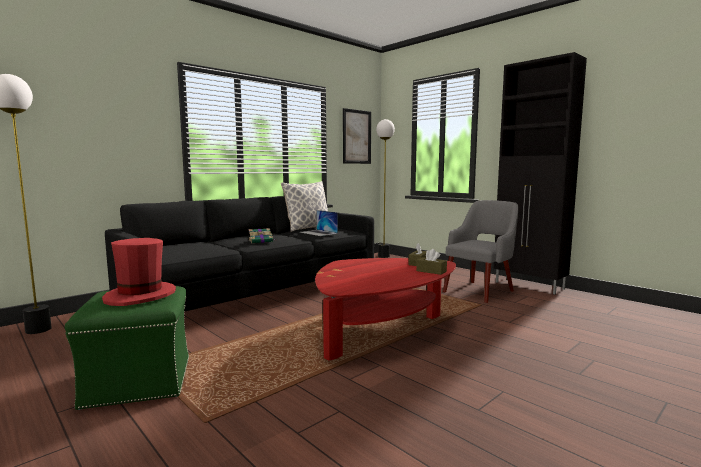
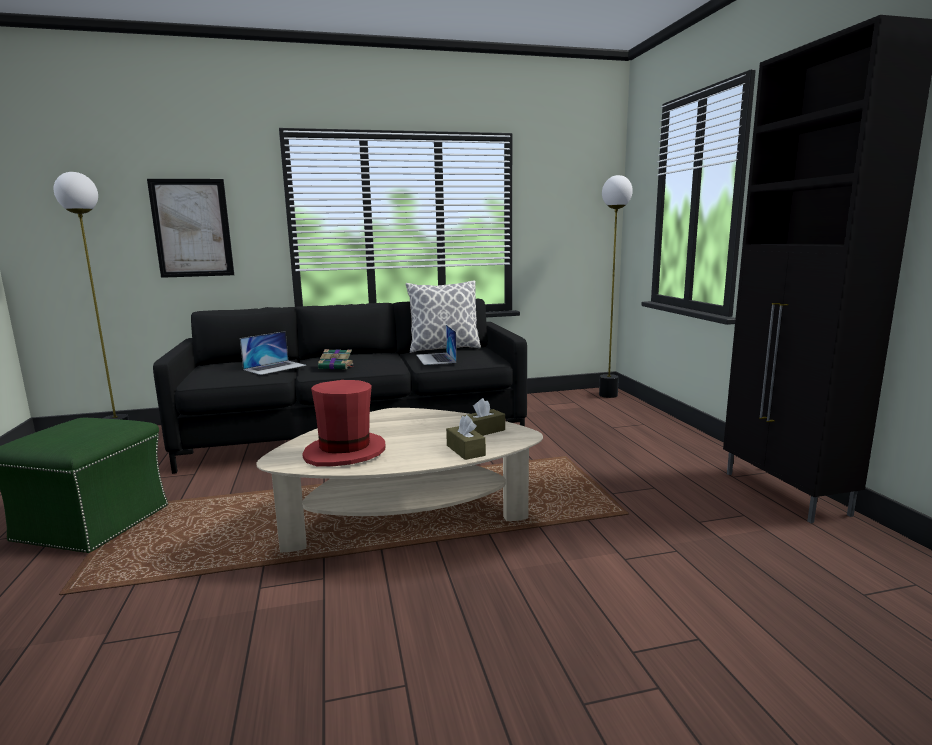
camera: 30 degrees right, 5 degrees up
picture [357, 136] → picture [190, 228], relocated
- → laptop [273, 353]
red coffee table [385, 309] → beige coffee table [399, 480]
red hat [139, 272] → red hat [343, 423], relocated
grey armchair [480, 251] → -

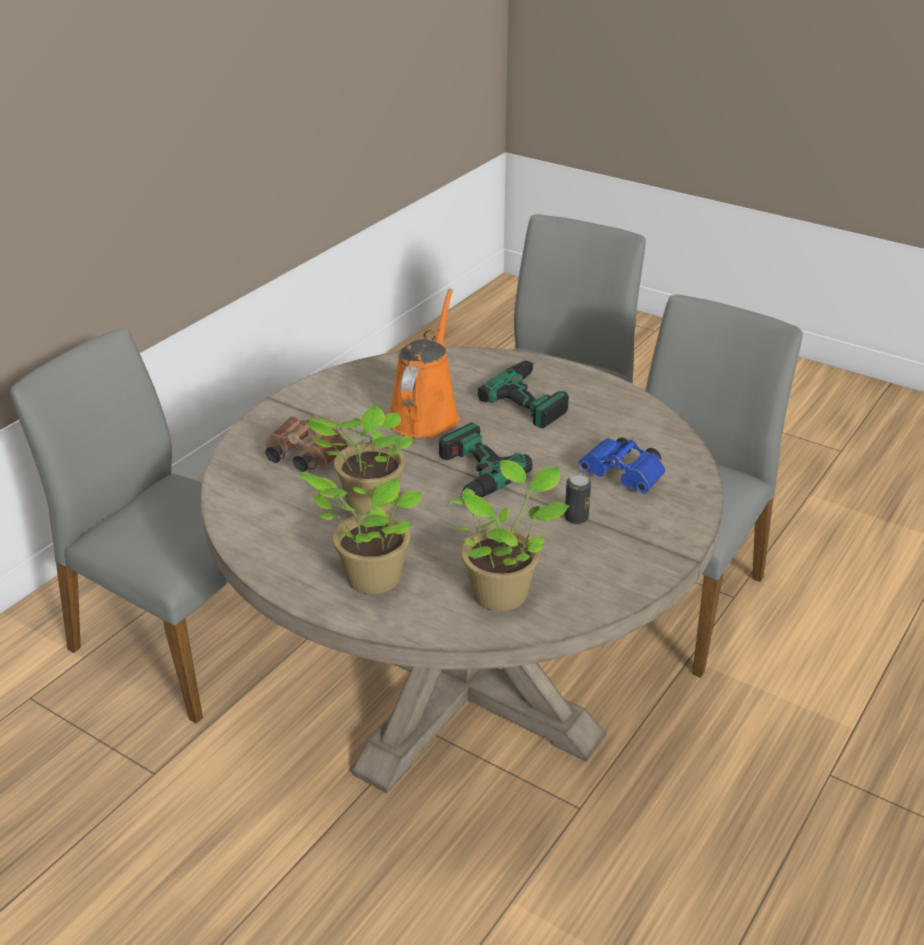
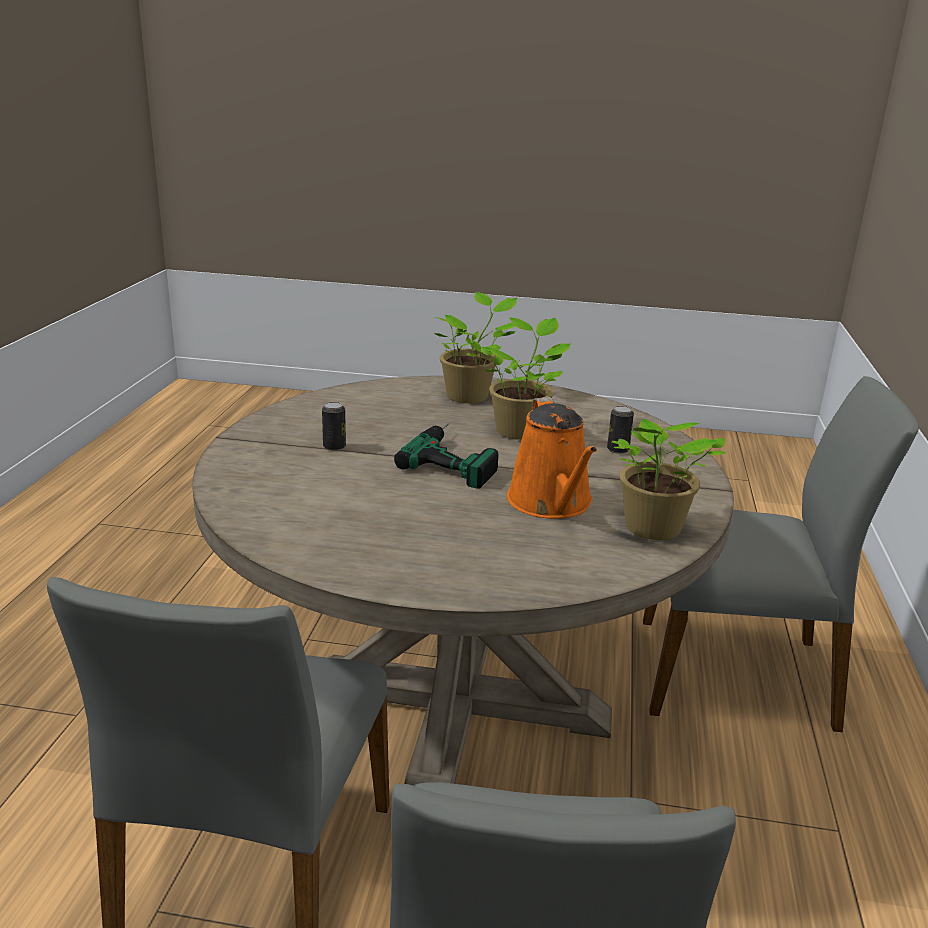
camera: 155 degrees right, 10 degrees down
brown binoculars [306, 443] → can [620, 430]
potted plant [509, 535] → potted plant [669, 479], relocated
power drill [523, 392] → -
blue binoculars [621, 465] → -

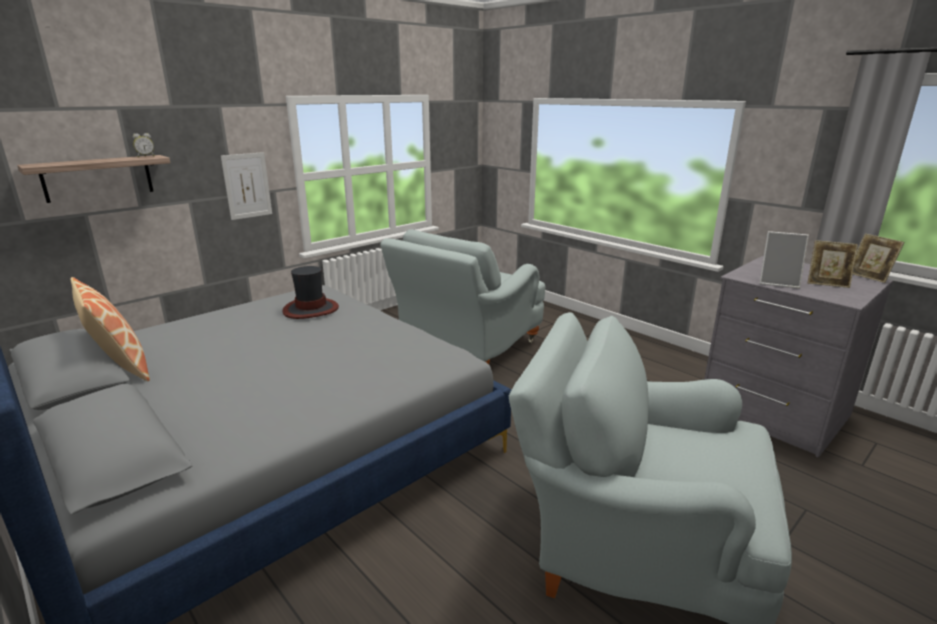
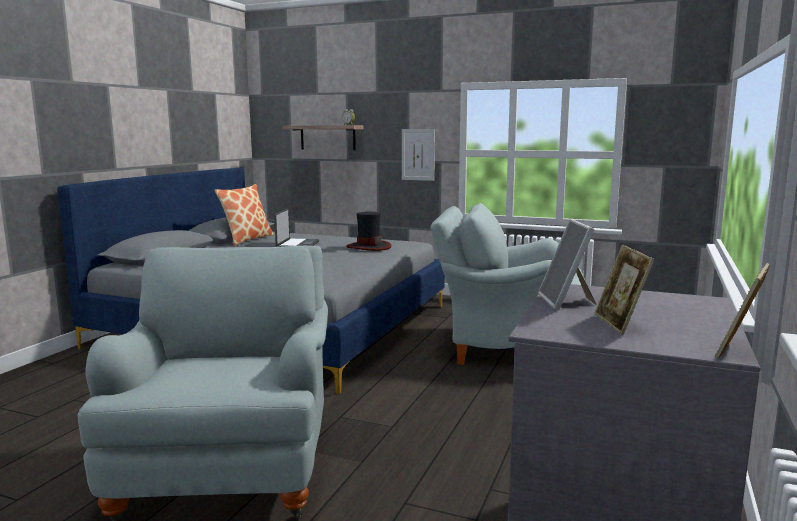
camera: 65 degrees right, 10 degrees down
- → laptop [296, 228]

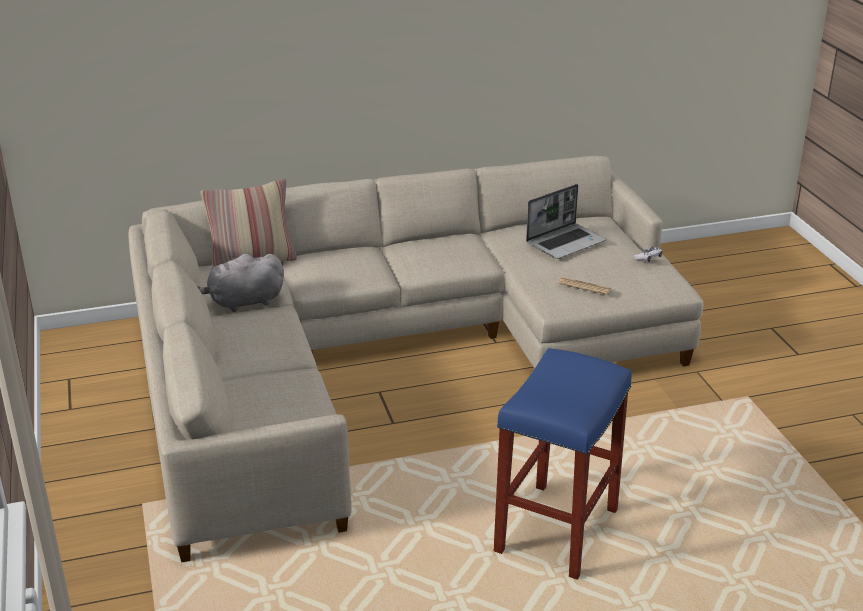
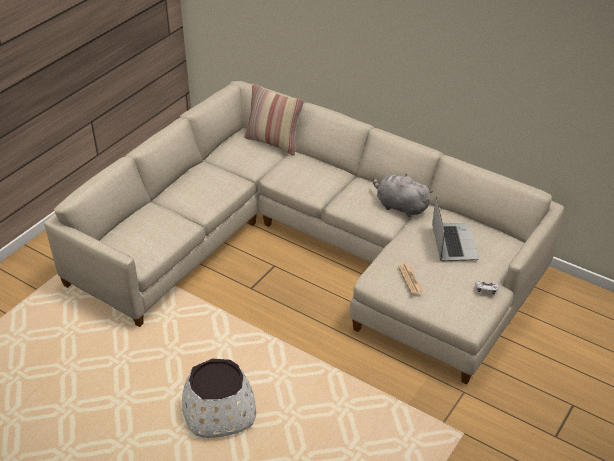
camera: 50 degrees right, 10 degrees up
blue stool [563, 464] → white planter [219, 398]
grey plush toy [240, 283] → grey plush toy [403, 195], relocated
laptop [566, 221] → laptop [455, 229], 105 degrees counterclockwise

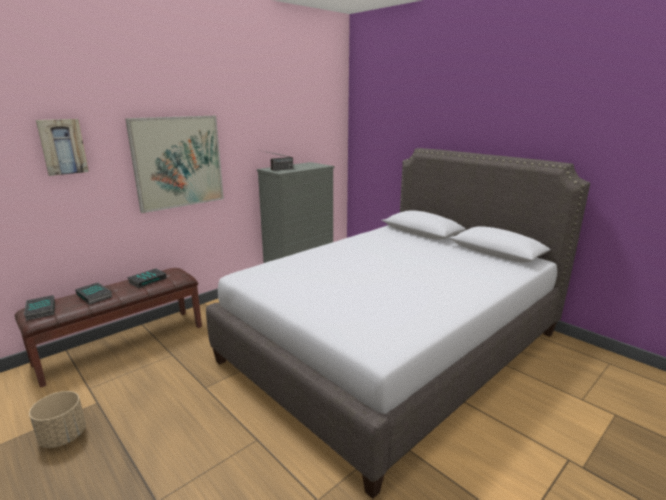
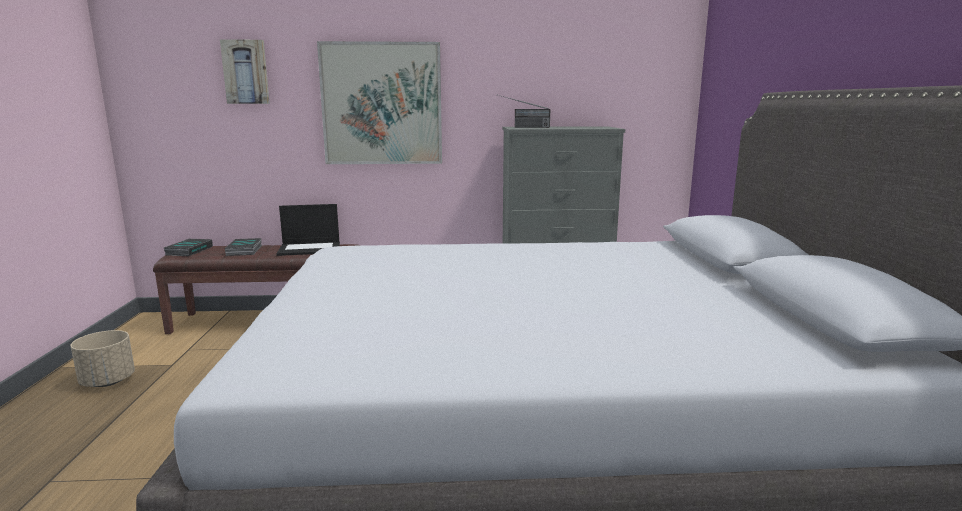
camera: 40 degrees right, 5 degrees down
book [147, 278] → laptop [308, 230]

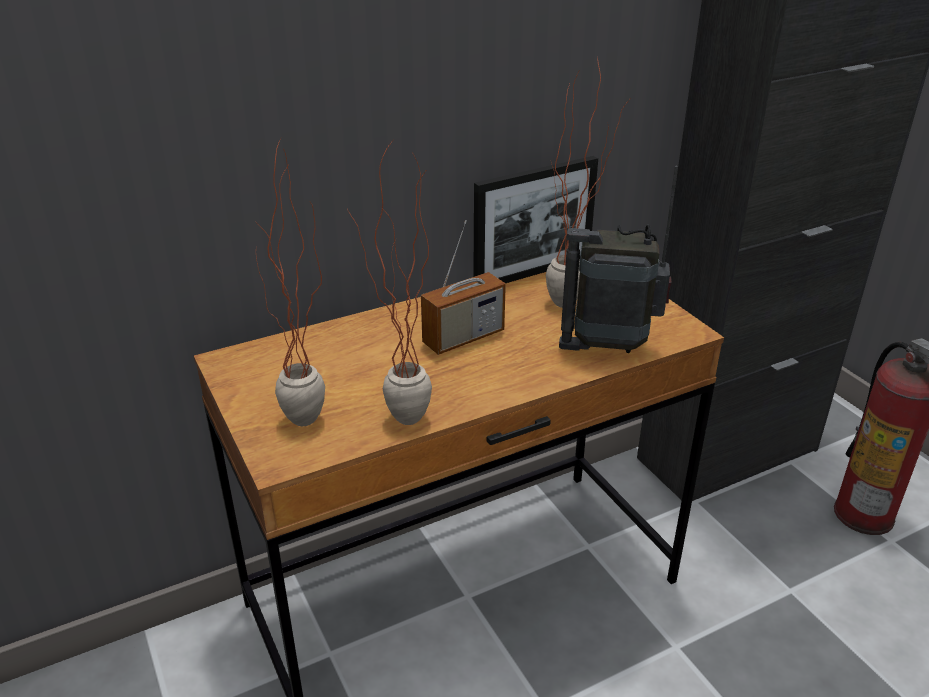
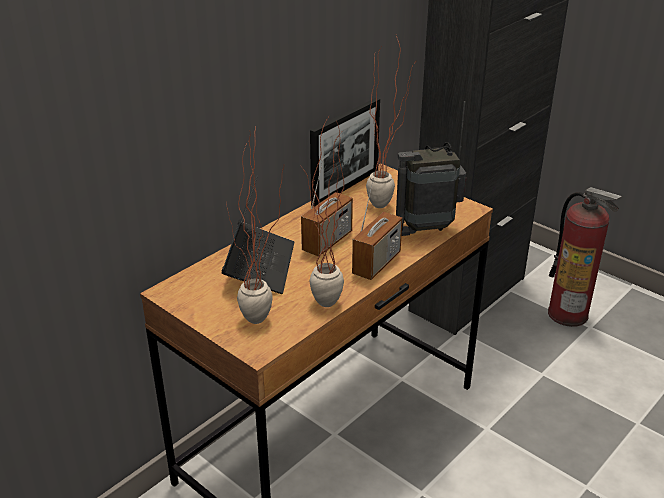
camera: 20 degrees left, 0 degrees up
- → laptop [258, 234]
- → radio [377, 229]

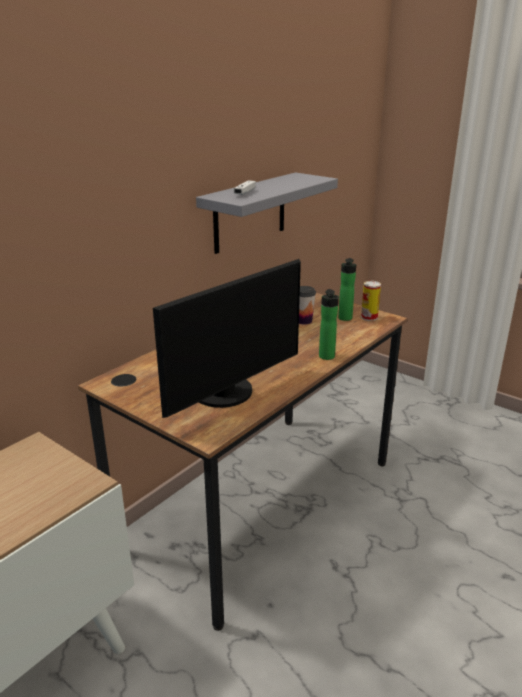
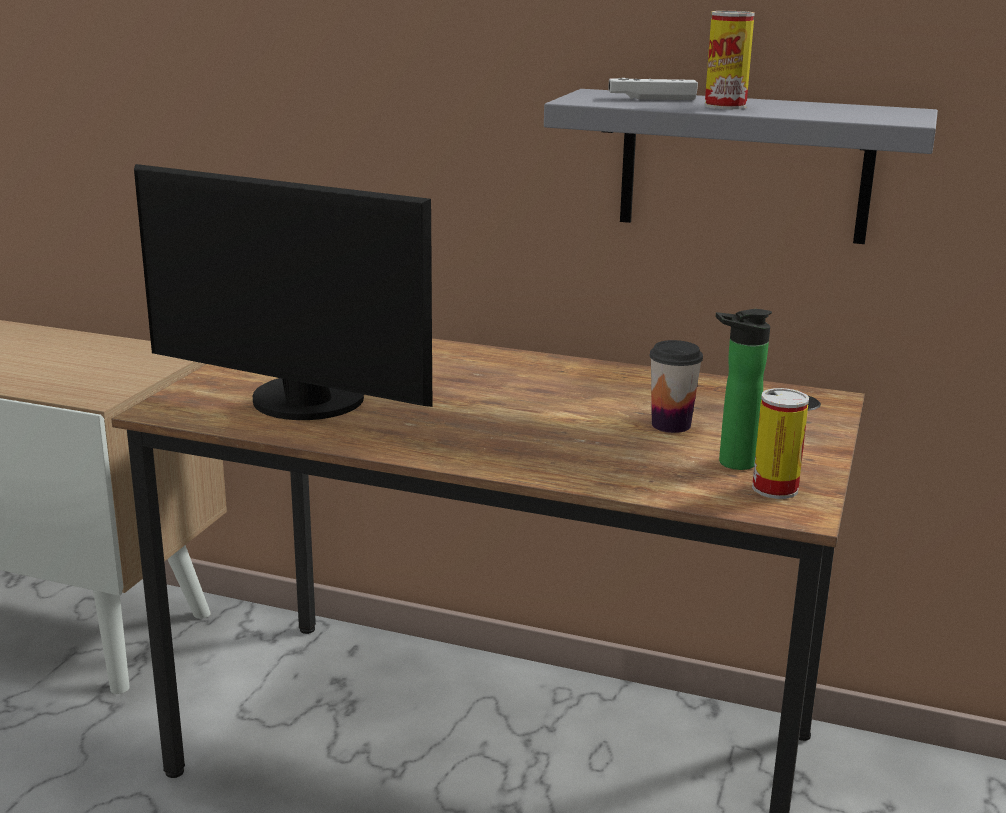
camera: 70 degrees right, 5 degrees down
- → can [730, 60]
bottle [329, 324] → -

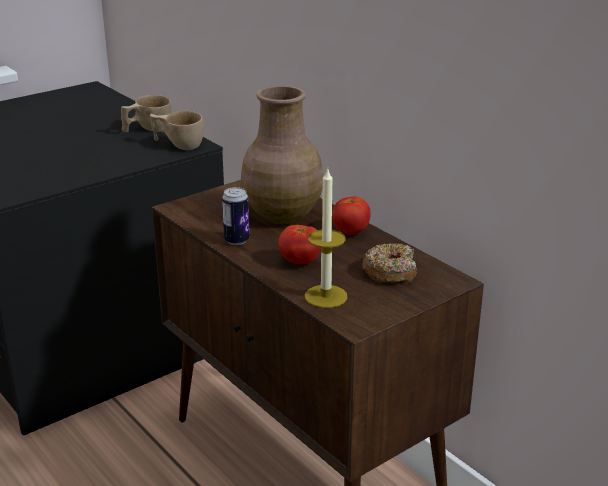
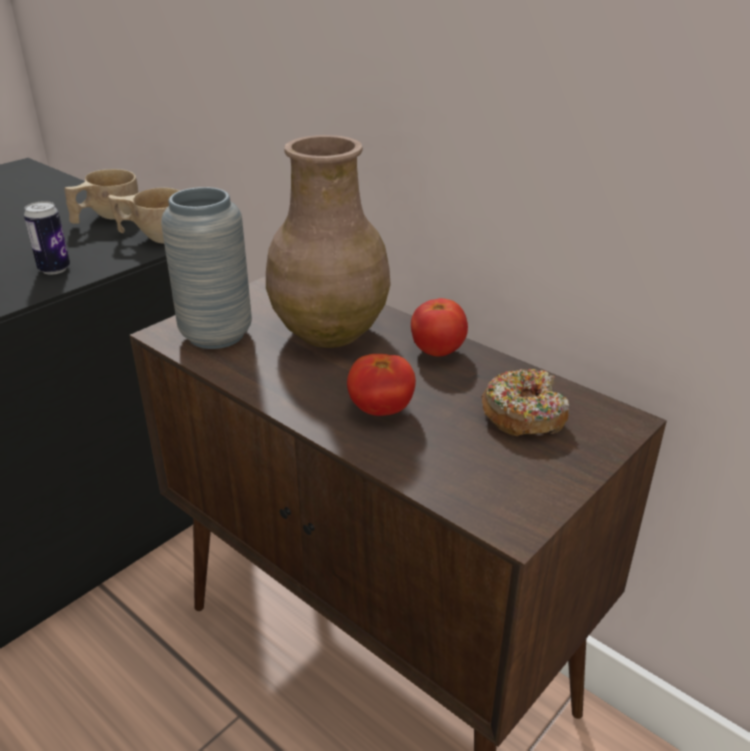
camera: 10 degrees left, 5 degrees up
can [236, 216] → can [47, 237], relocated
- → grey vase [206, 268]
candle [326, 238] → -

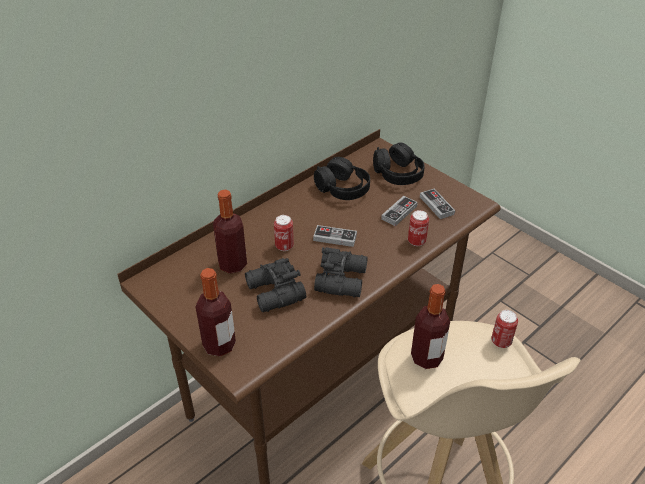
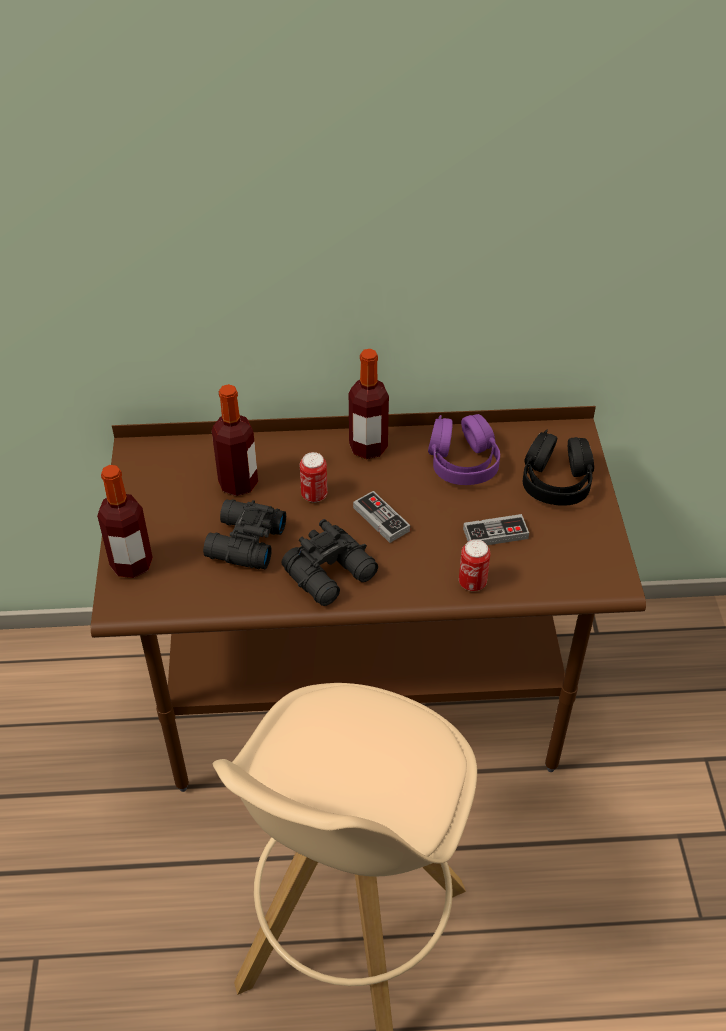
camera: 40 degrees right, 5 degrees up
bottle [430, 326] → bottle [369, 404], relocated
black headphones [342, 178] → purple headphones [464, 449]
game controller [437, 204] → -
can [504, 329] → -

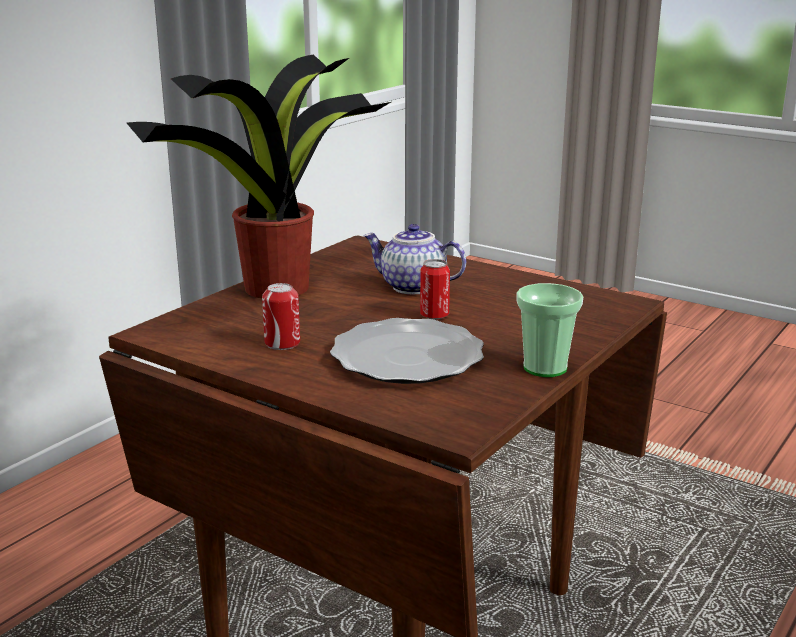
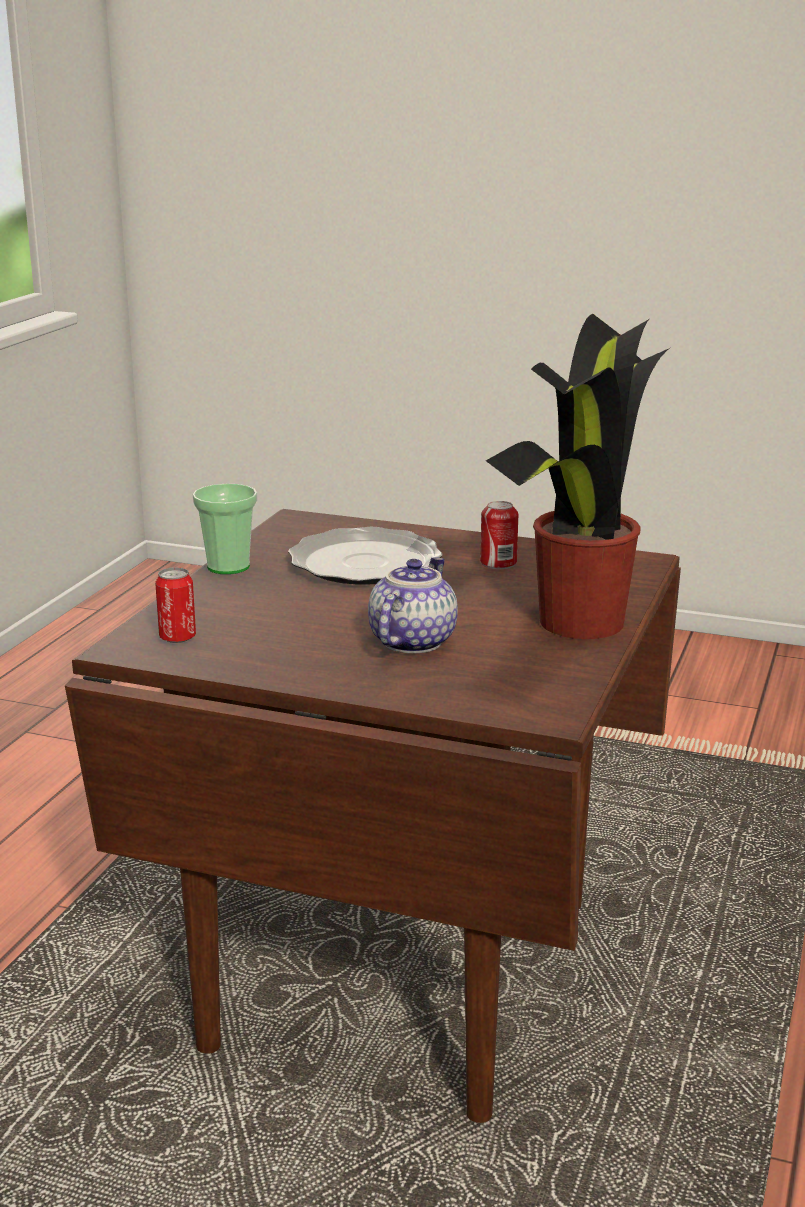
camera: 165 degrees right, 0 degrees up
can [435, 289] → can [175, 605], relocated
teapot [414, 259] → teapot [413, 605], 75 degrees counterclockwise

